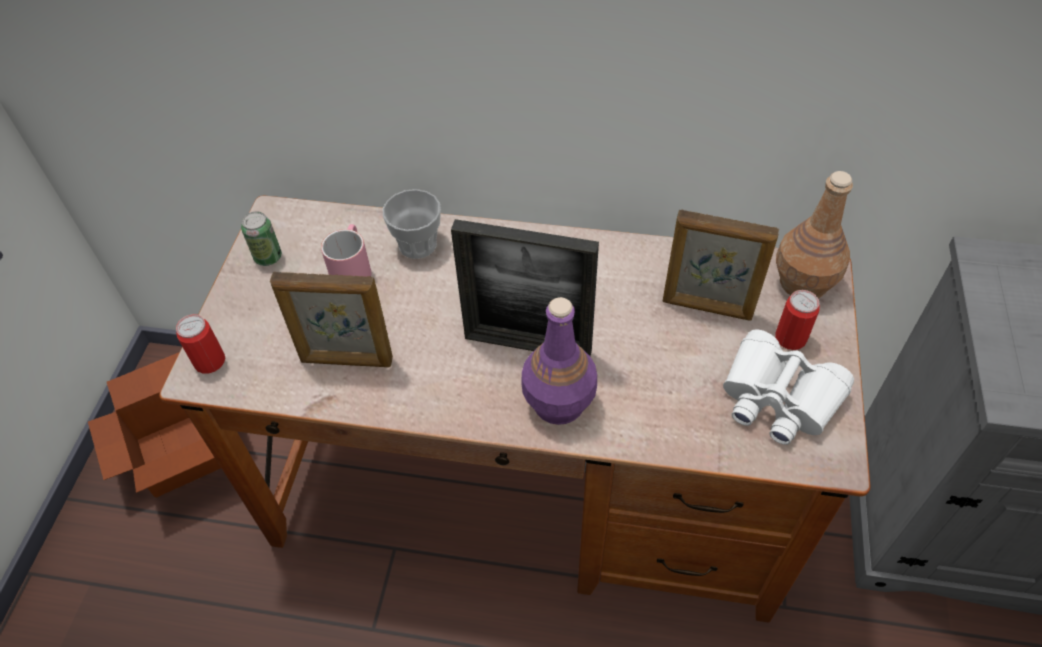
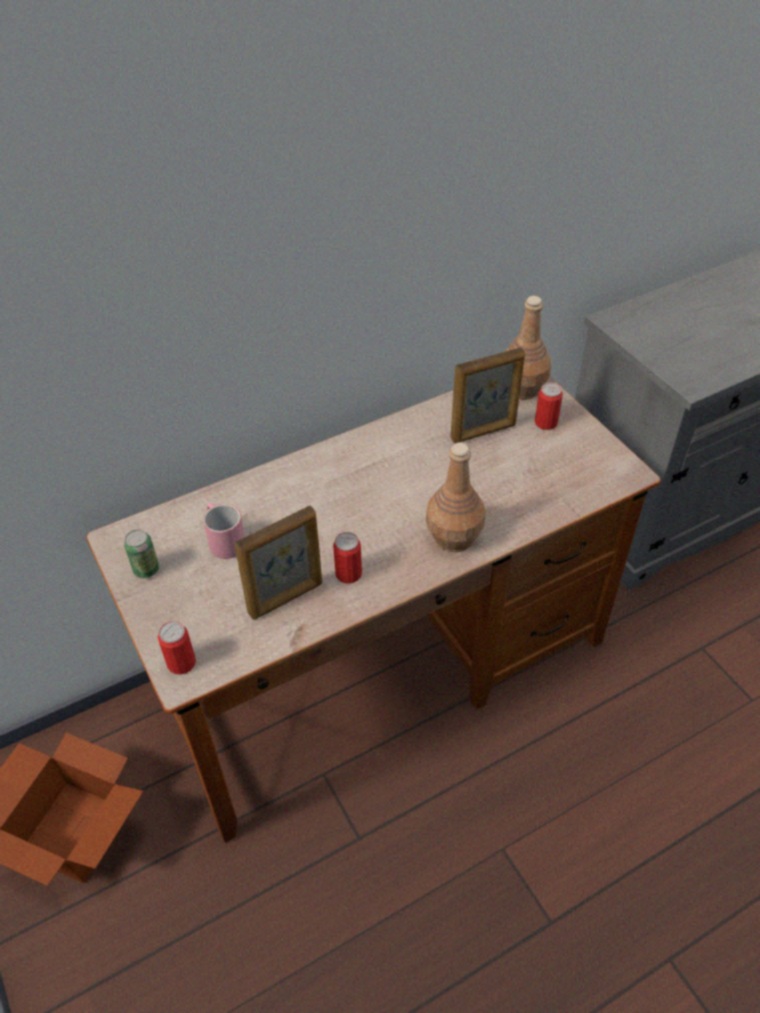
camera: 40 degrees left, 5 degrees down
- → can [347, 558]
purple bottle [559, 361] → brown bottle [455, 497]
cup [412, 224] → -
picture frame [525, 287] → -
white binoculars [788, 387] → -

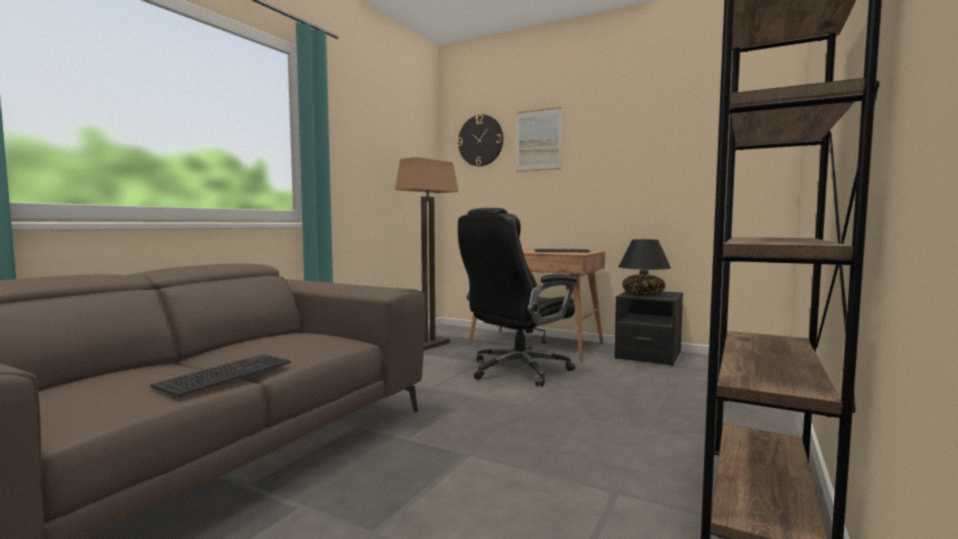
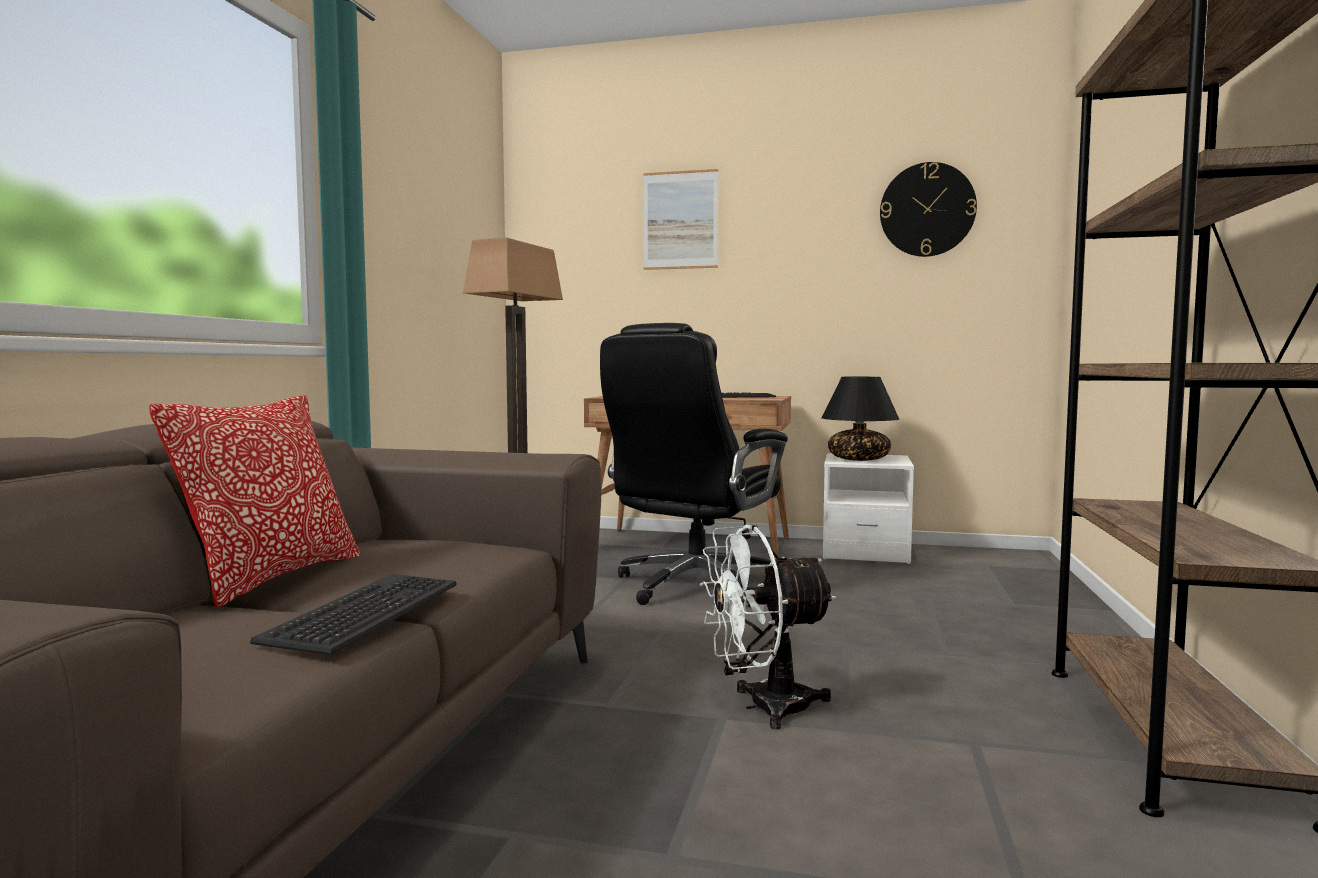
camera: 15 degrees left, 0 degrees up
- → pillow [254, 501]
- → white fan [768, 627]
black nightstand [648, 328] → white nightstand [868, 508]
wall clock [480, 140] → wall clock [928, 209], relocated

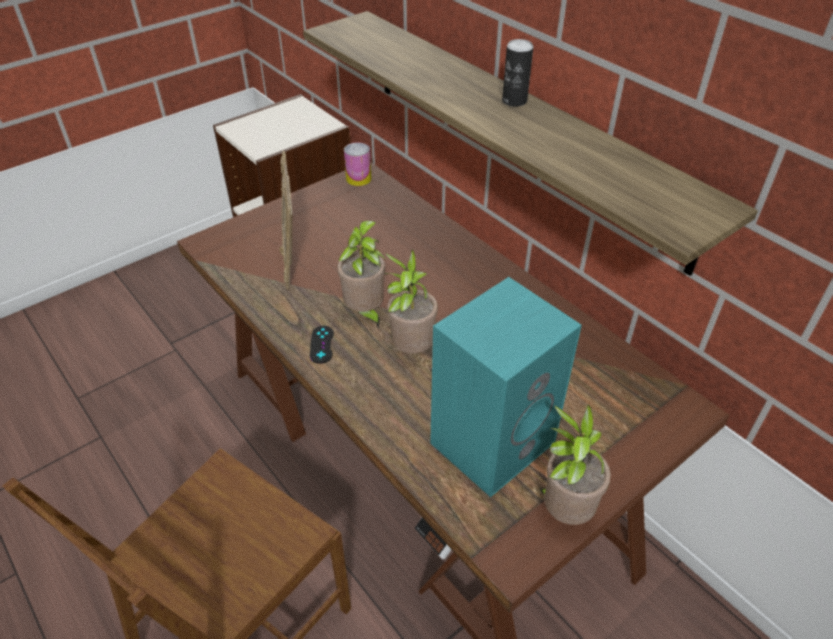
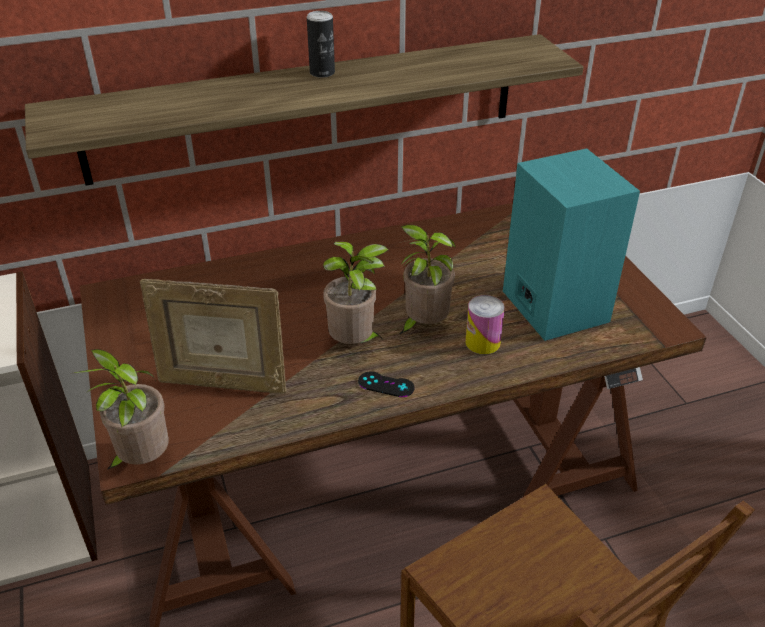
camera: 70 degrees left, 5 degrees down
potted plant [575, 464] → potted plant [121, 409], relocated
can [357, 164] → can [485, 324], relocated

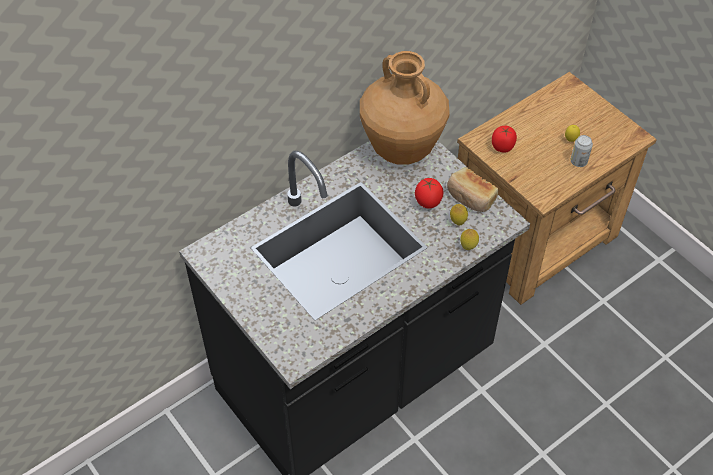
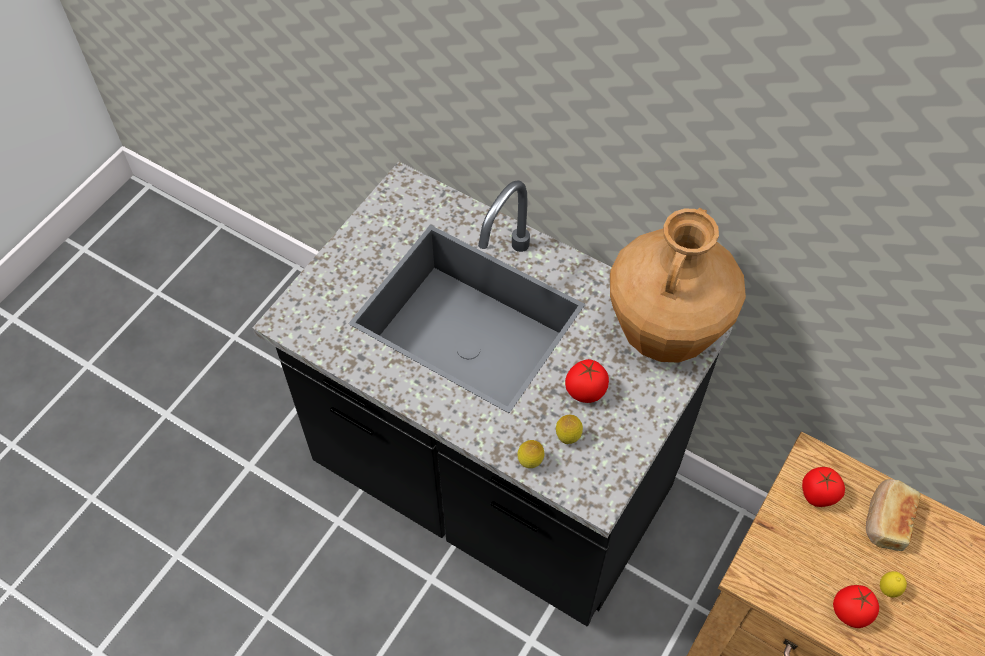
camera: 70 degrees right, 5 degrees up
can [582, 151] → tomato [856, 606]
bread [472, 189] → bread [893, 515], relocated

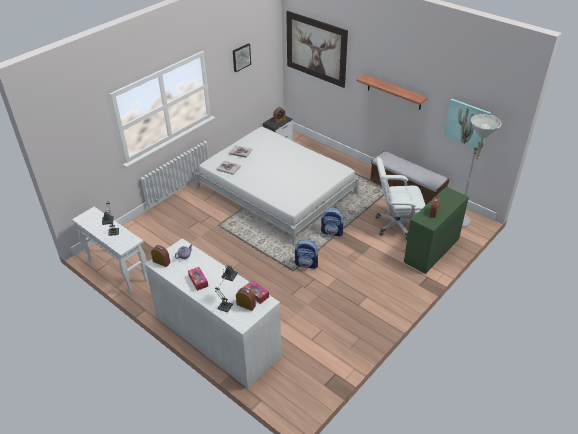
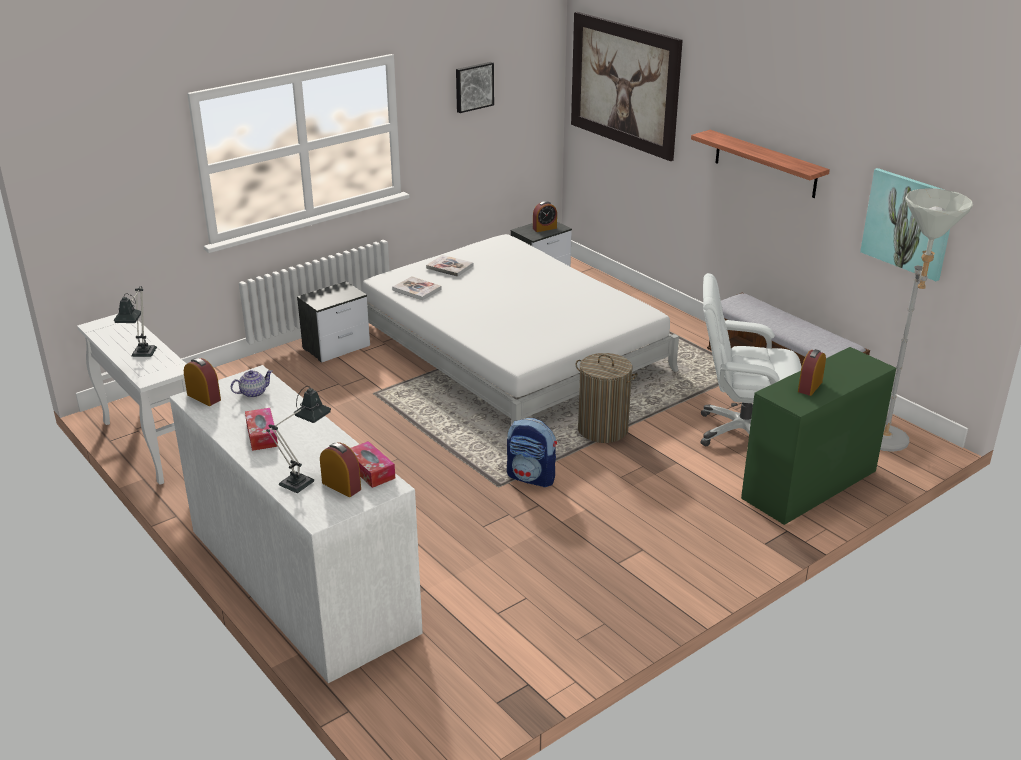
camera: 10 degrees right, 10 degrees down
- → nightstand [333, 322]
backpack [333, 222] → laundry basket [606, 398]

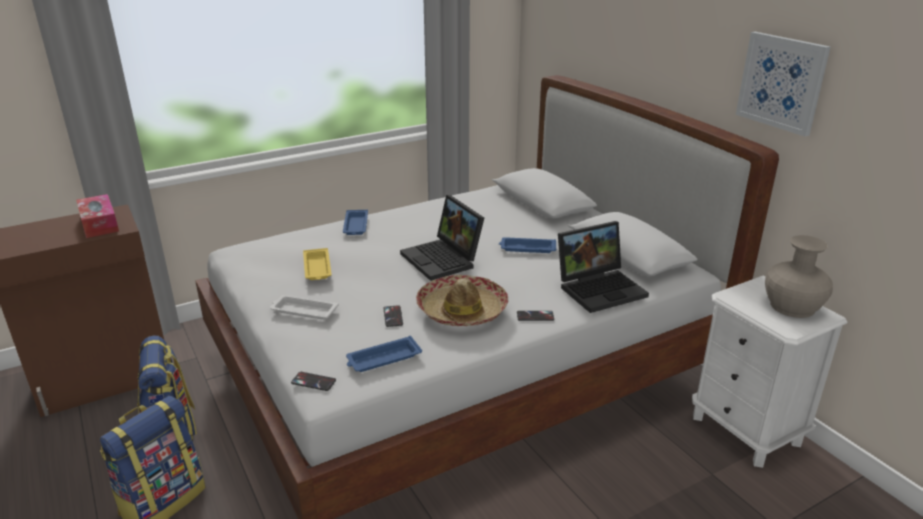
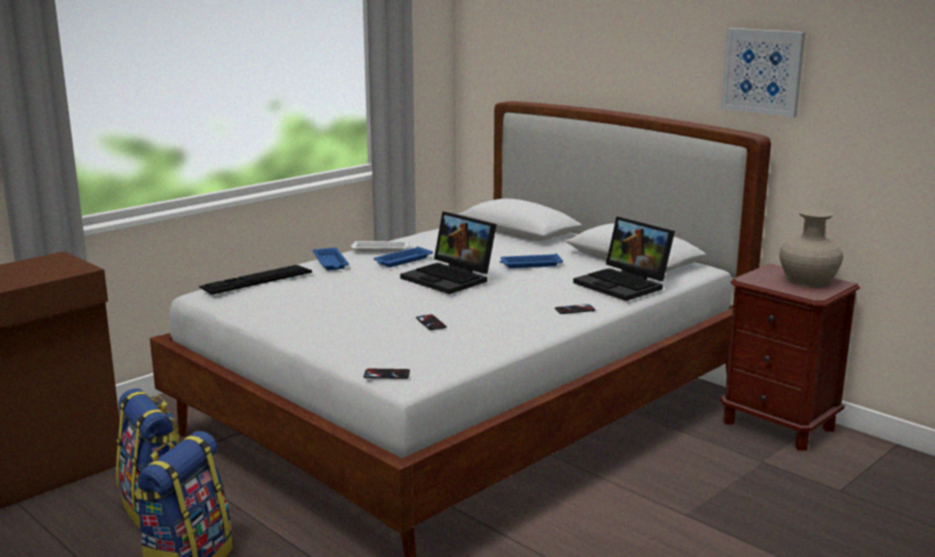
camera: 15 degrees left, 10 degrees down
- → keyboard [255, 280]
white tray [304, 307] → white tray [380, 247], relocated
blue tray [384, 354] → blue tray [403, 256], relocated
laptop [603, 267] → laptop [624, 259], 90 degrees clockwise
white nightstand [769, 372] → brown nightstand [790, 357]
tissue box [97, 216] → -
yellow tray [317, 264] → -
hat [462, 300] → -

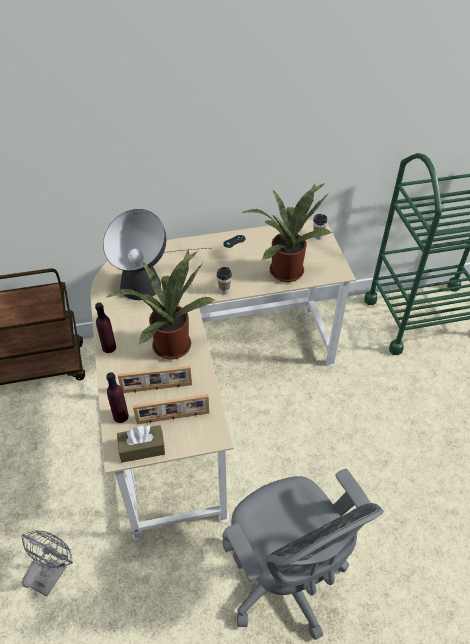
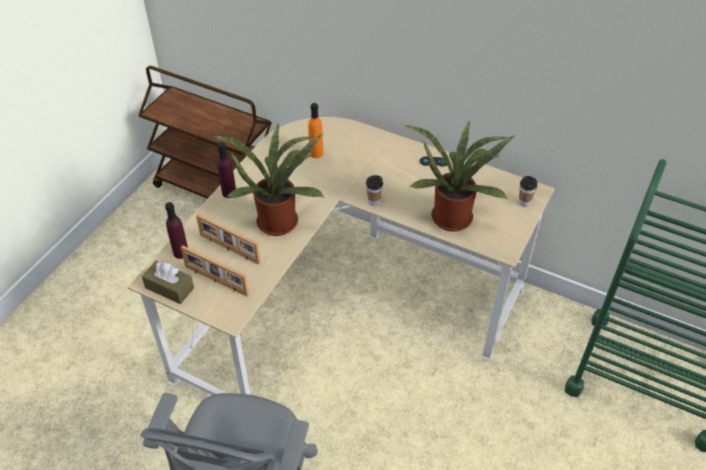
camera: 40 degrees right, 0 degrees up
table lamp [156, 254] → orange bottle [315, 130]
grey fan [47, 563] → -

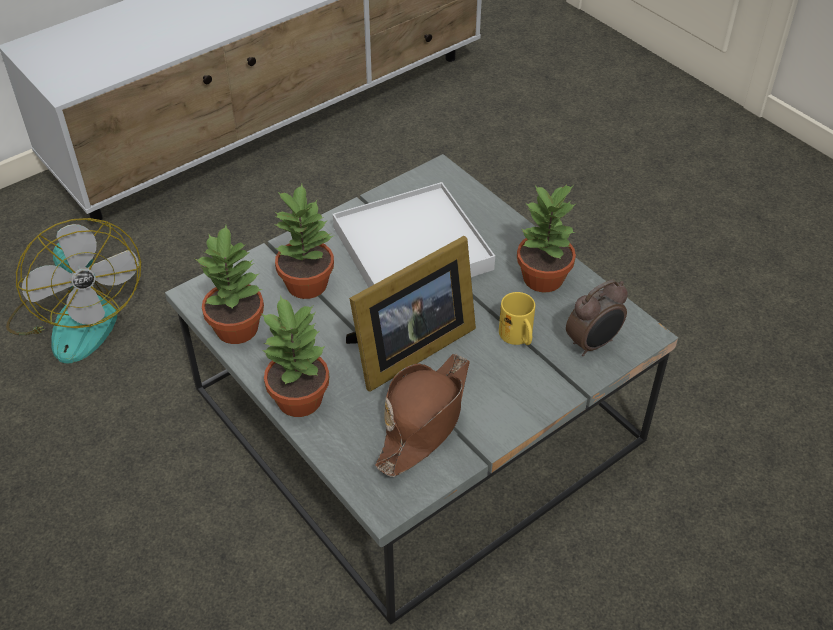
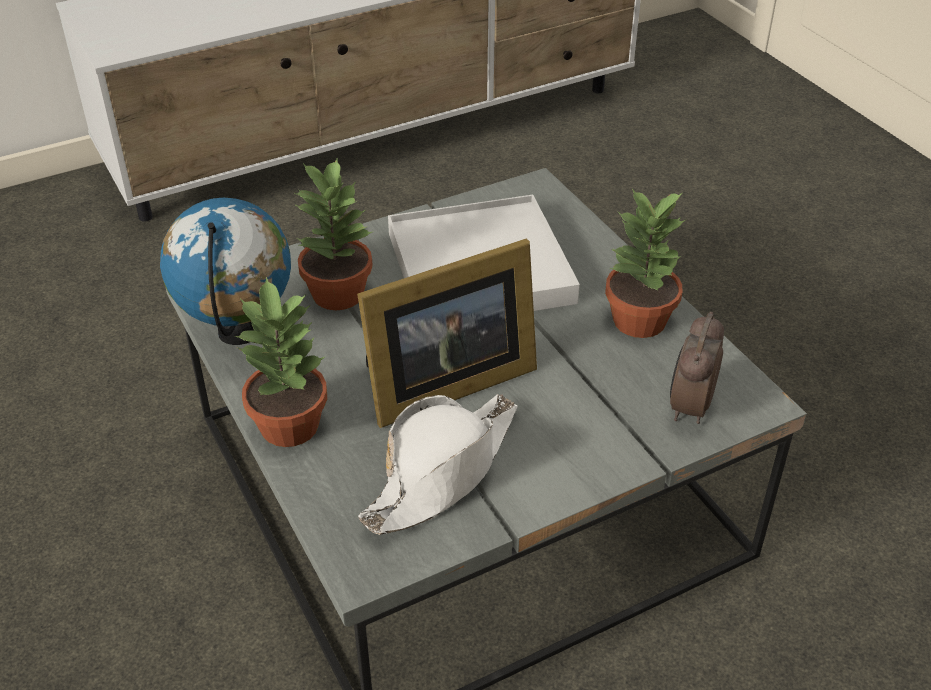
camera: 10 degrees right, 5 degrees down
potted plant [229, 284] → globe [225, 271]
brown hat [423, 415] → white hat [437, 464]
alarm clock [597, 317] → alarm clock [697, 368], 135 degrees clockwise
fan [73, 290] → -
yellow mug [517, 318] → -

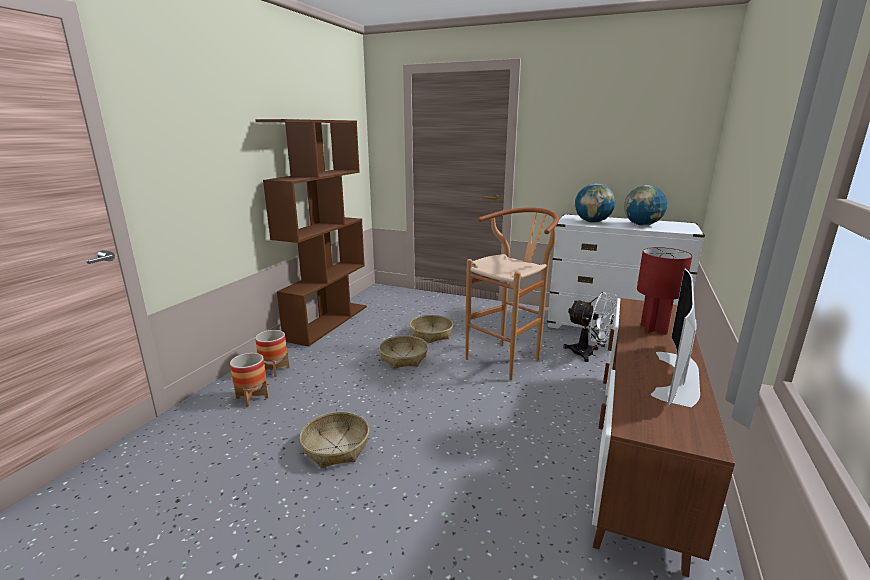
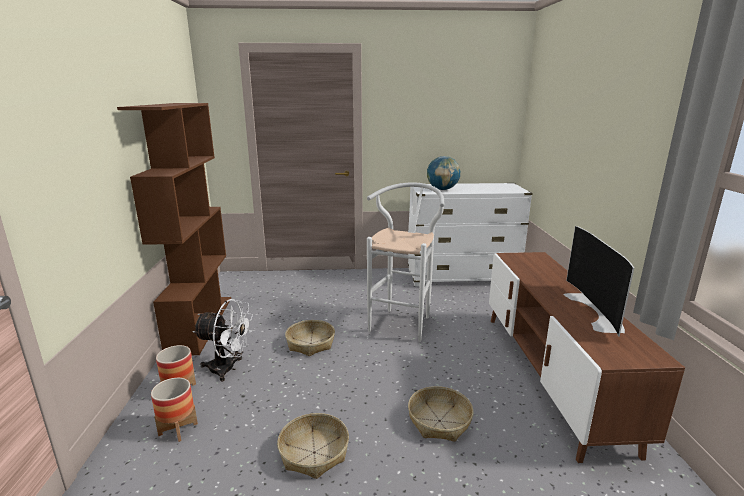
camera: 25 degrees left, 0 degrees up
white fan [590, 327] → white fan [223, 340], relocated
brown stool [512, 293] → white stool [405, 262]
basket [431, 329] → basket [441, 414], relocated
globe [645, 205] → -
red table lamp [664, 291] → -

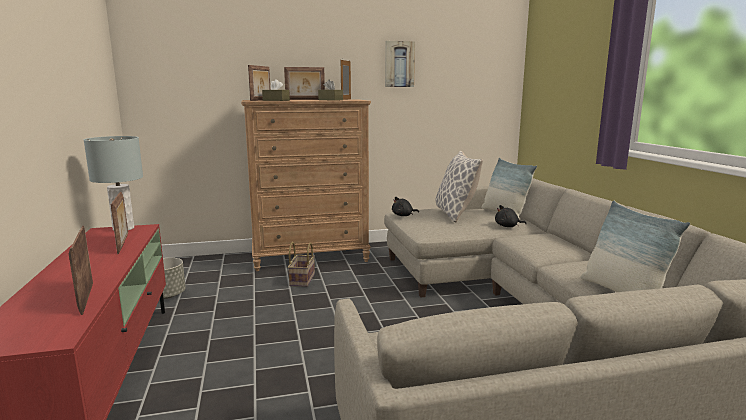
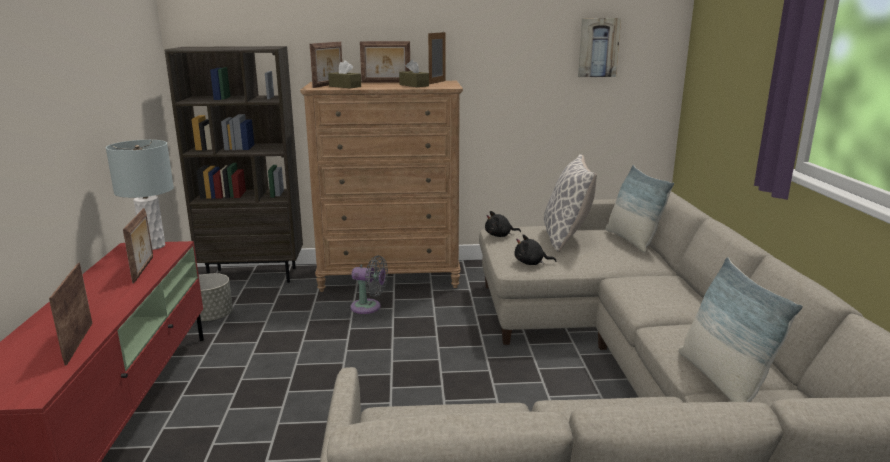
camera: 10 degrees right, 5 degrees up
- → brown bookcase [233, 164]
basket [301, 264] → grey fan [369, 285]
black plush toy [511, 216] → black plush toy [535, 249], relocated
picture [400, 64] → picture [599, 47], relocated

